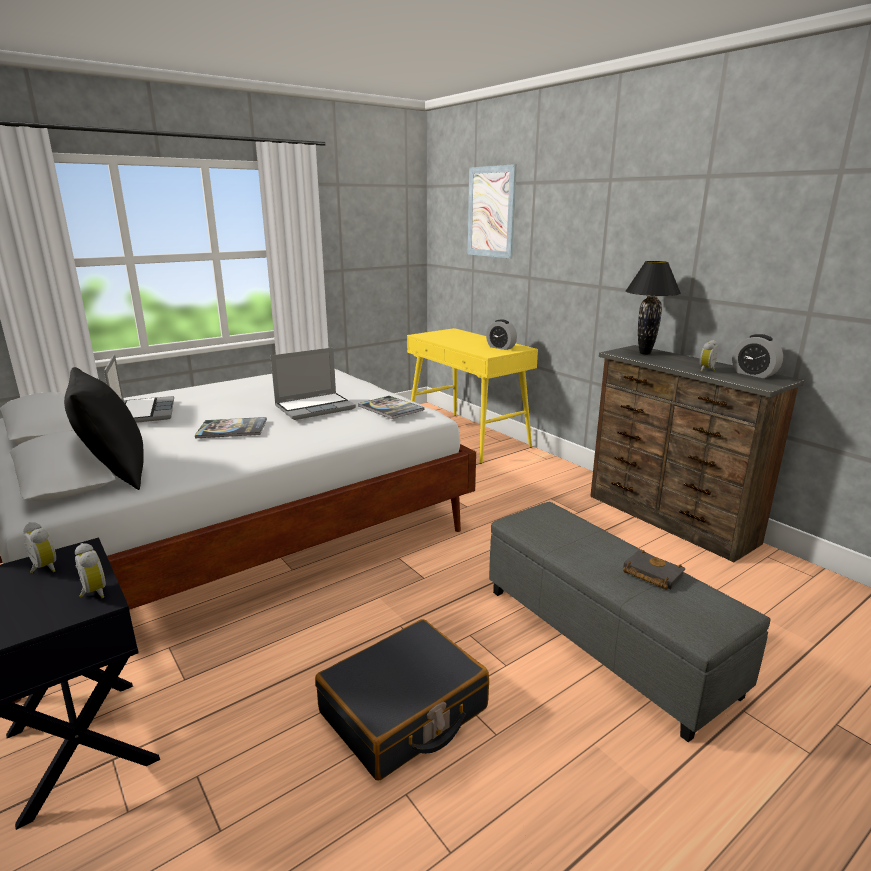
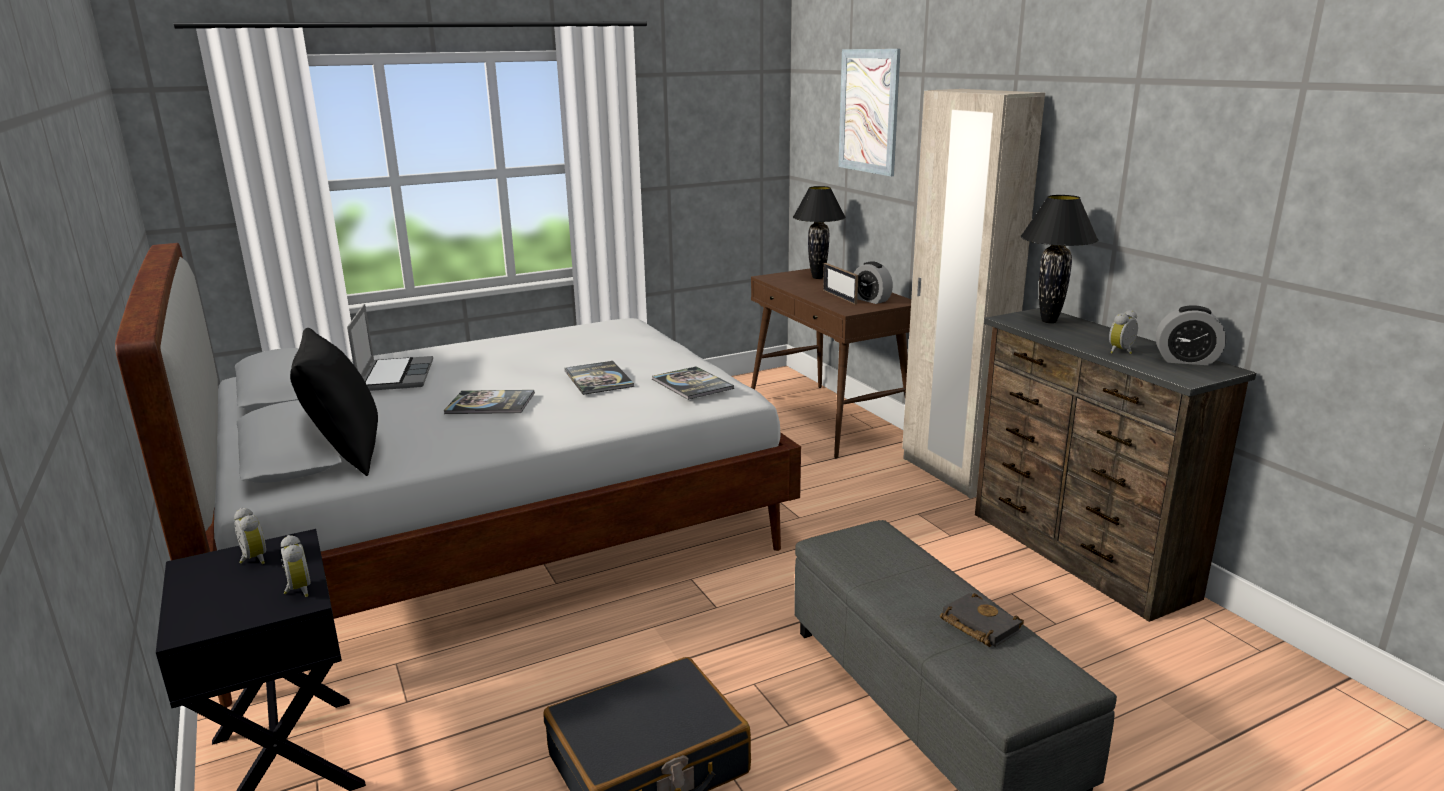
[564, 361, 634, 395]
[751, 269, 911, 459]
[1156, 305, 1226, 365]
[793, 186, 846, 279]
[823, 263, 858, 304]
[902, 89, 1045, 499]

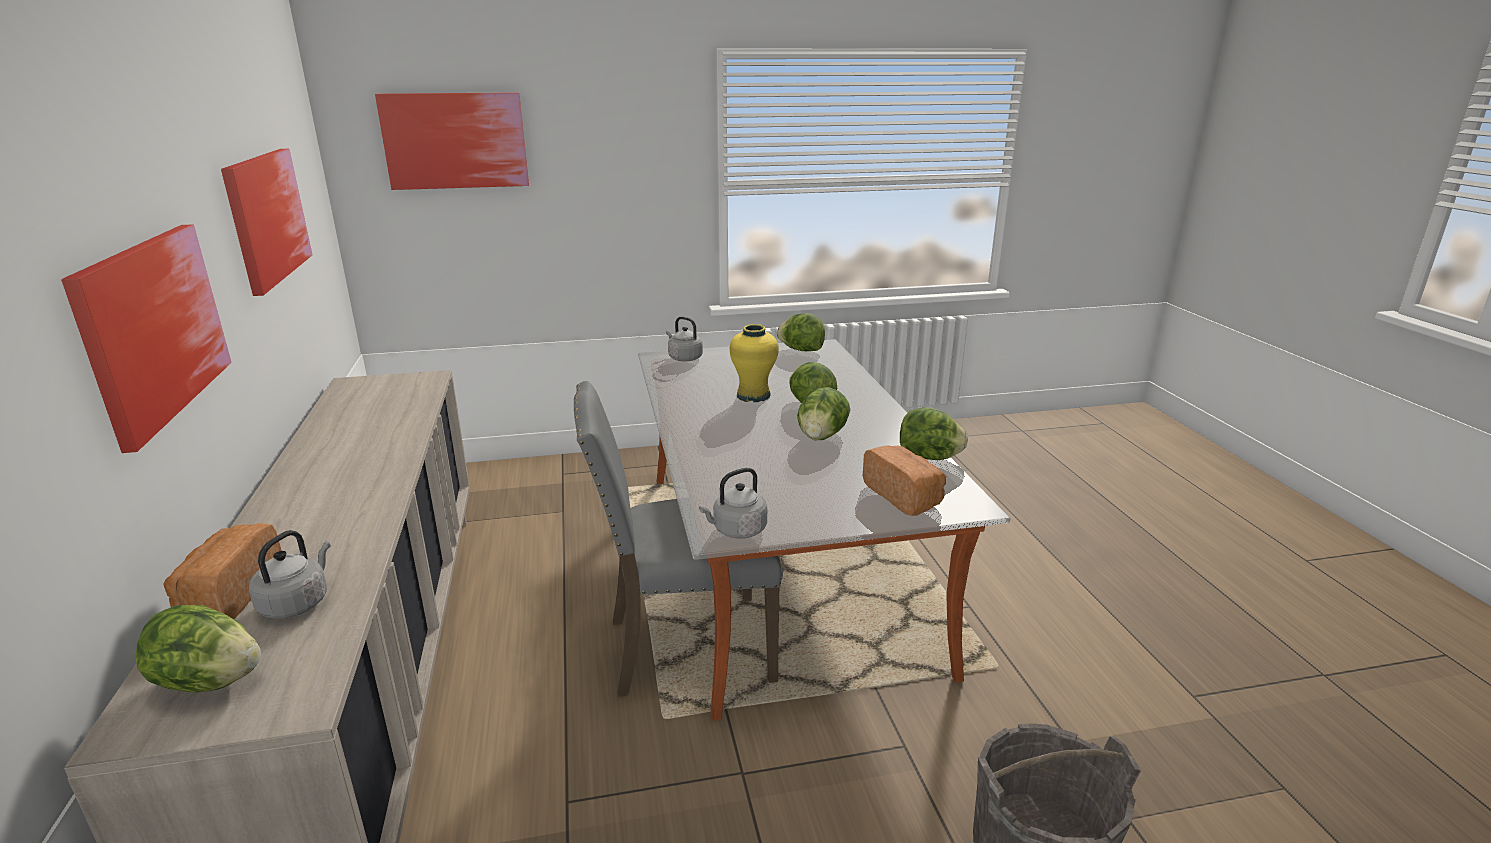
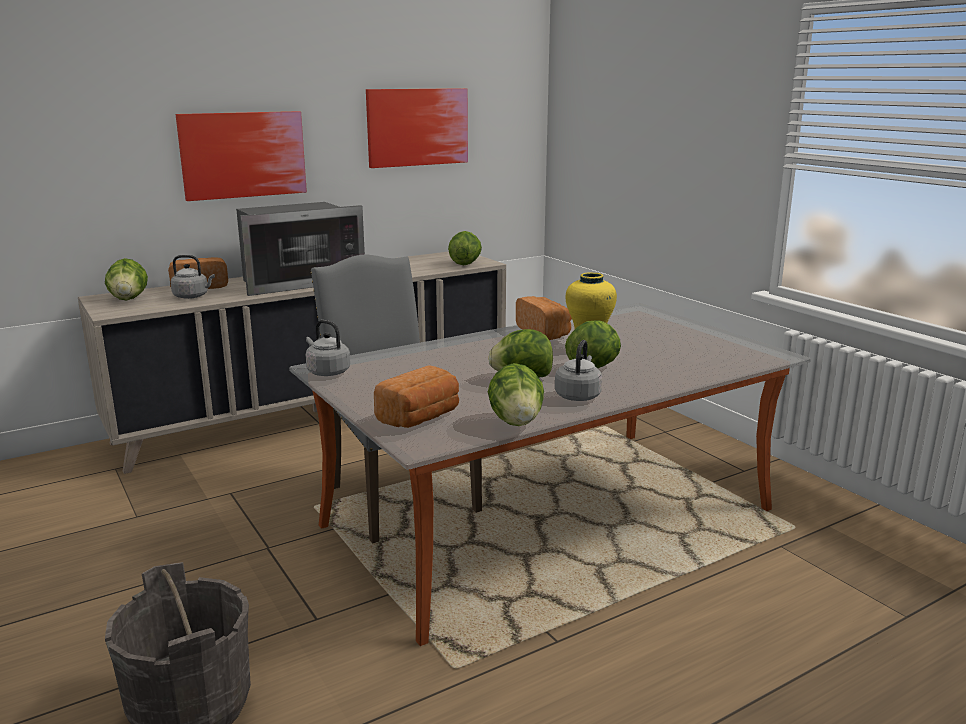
[375, 92, 529, 190] (first image)
[555, 340, 602, 401]
[448, 231, 482, 265]
[236, 202, 365, 296]
[516, 296, 572, 340]

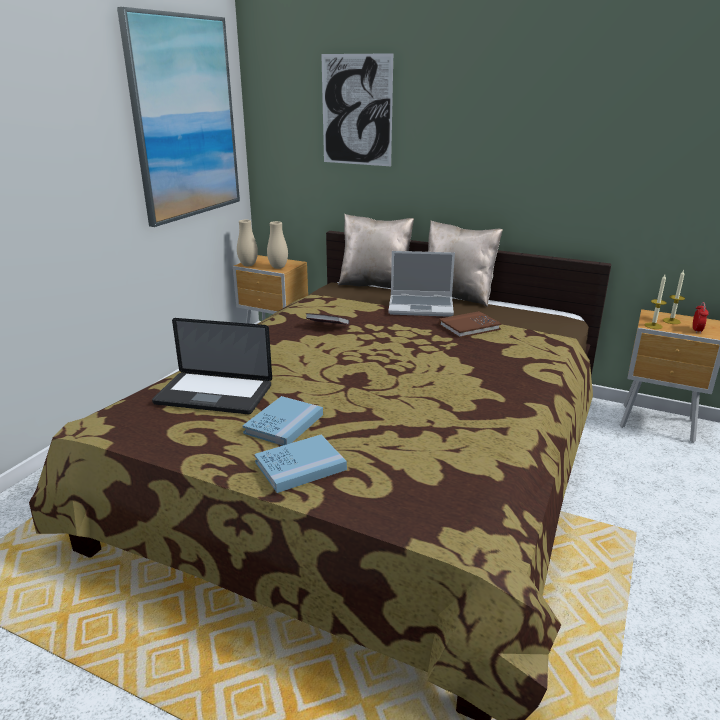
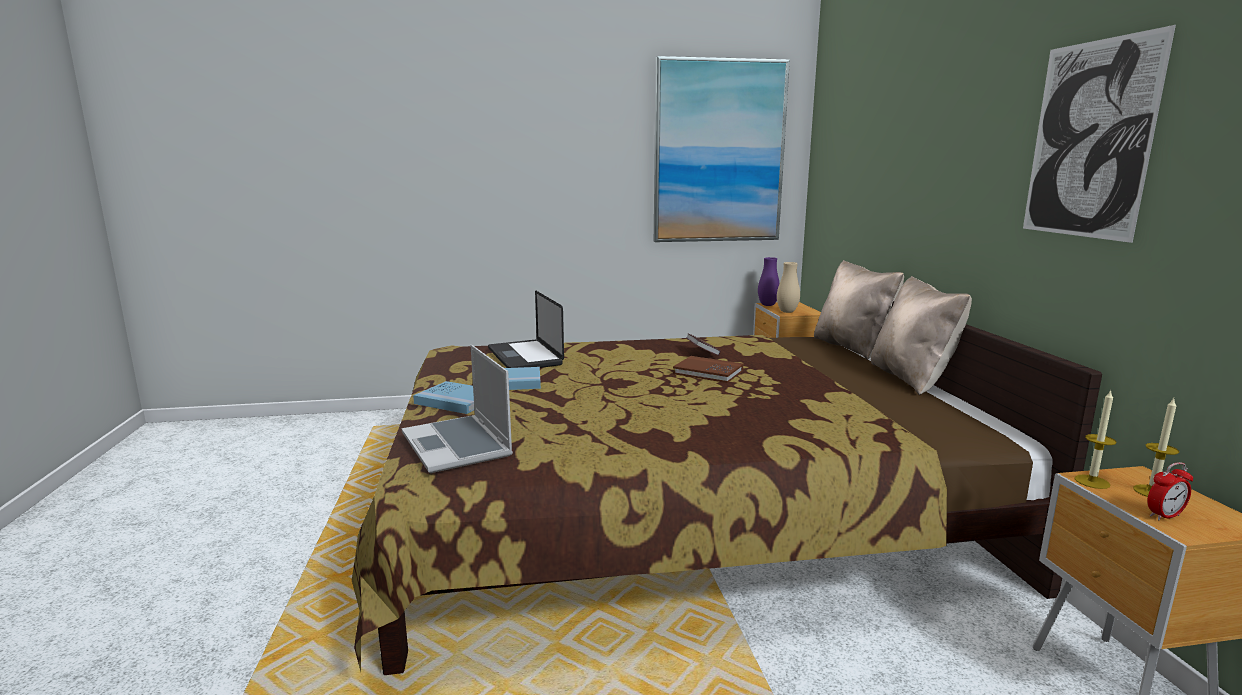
[758, 257, 780, 306]
[1023, 25, 1176, 243]
[402, 345, 513, 473]
[673, 356, 743, 383]

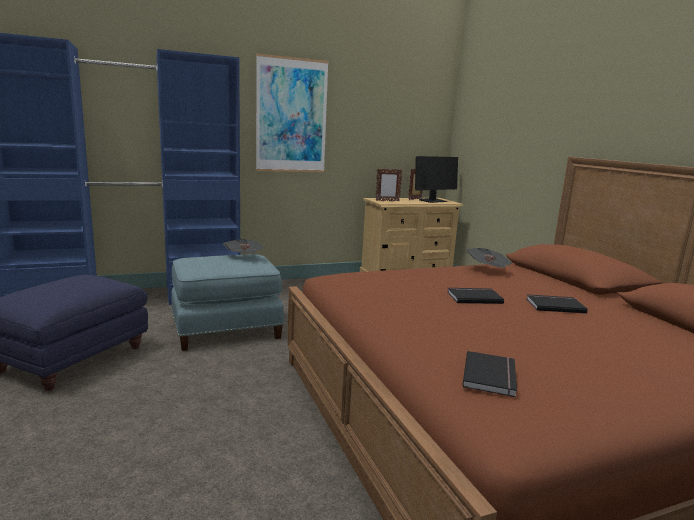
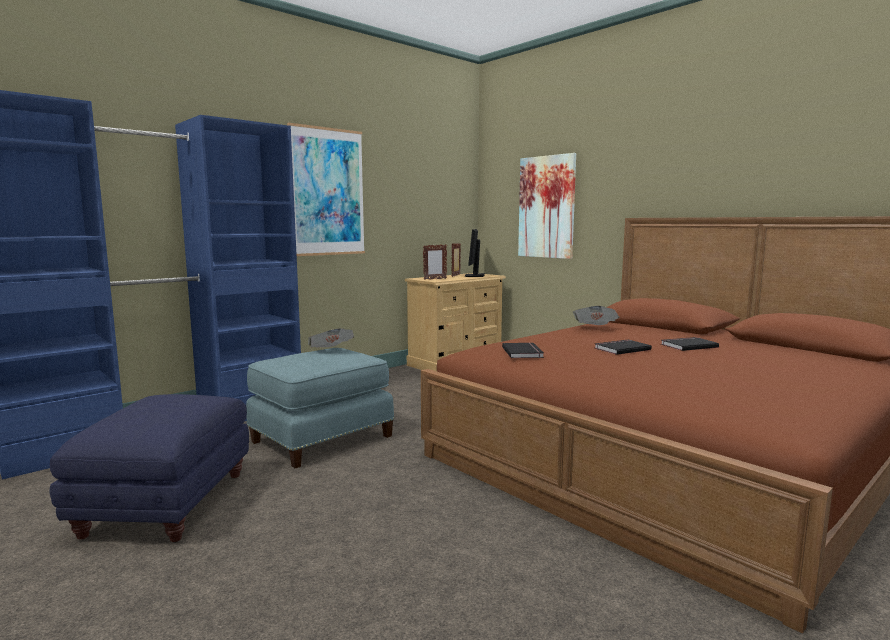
[465, 229, 485, 277]
[502, 342, 544, 358]
[518, 153, 576, 259]

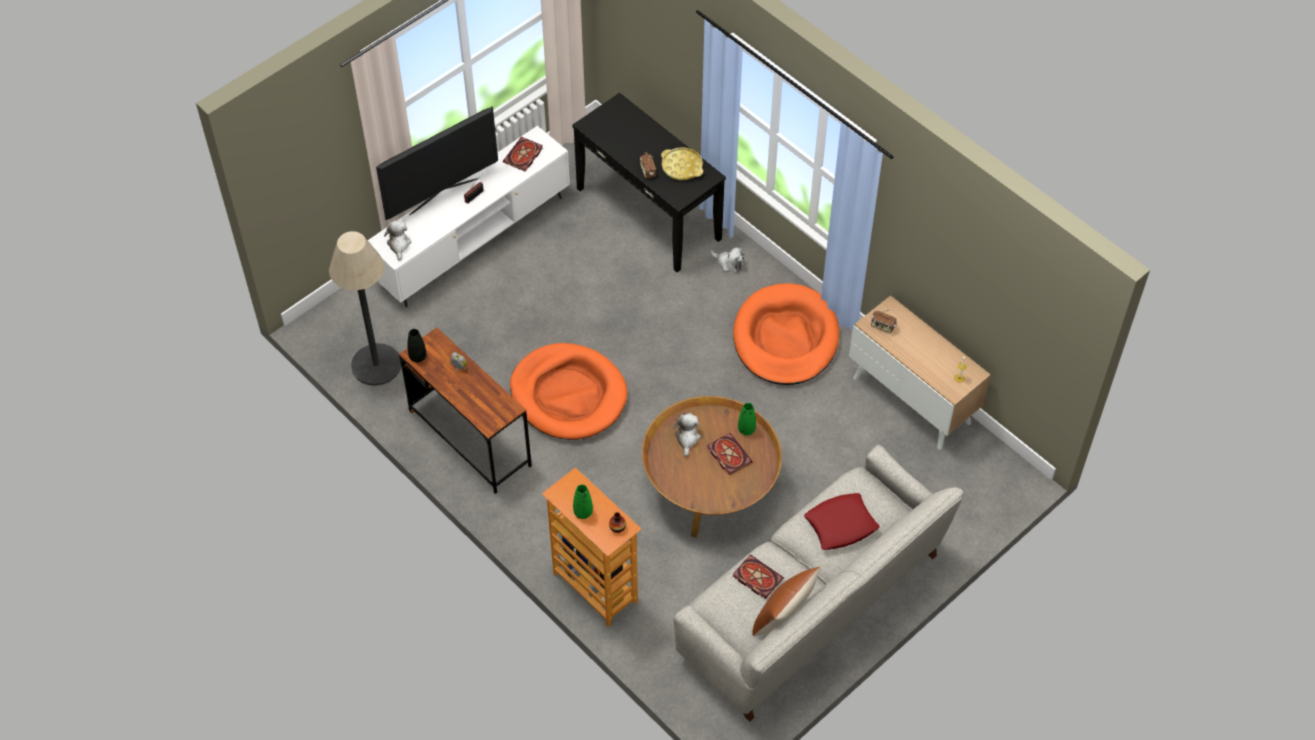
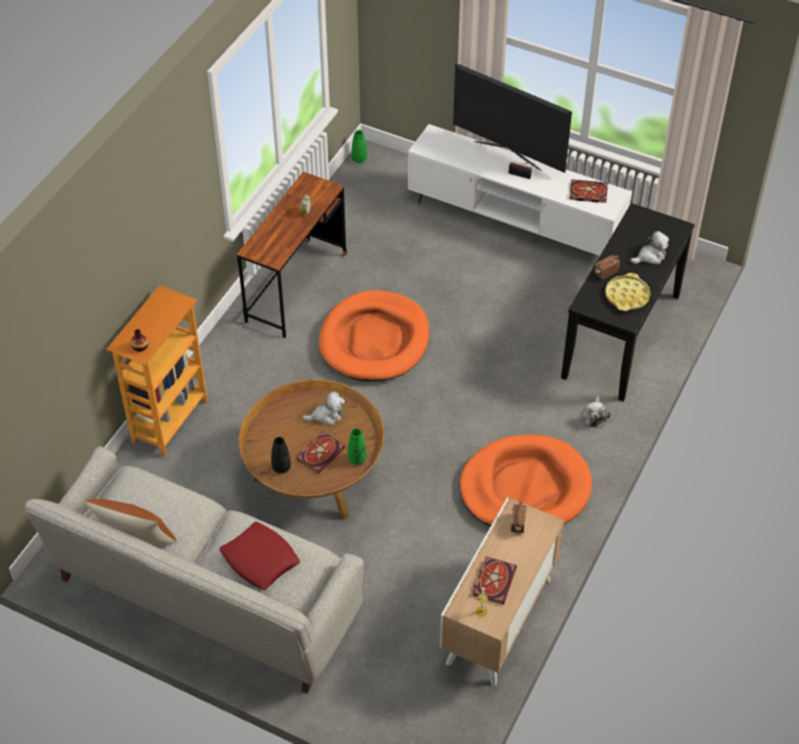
[329, 231, 401, 386] (first image)
[630, 231, 669, 264]
[271, 437, 291, 473]
[352, 130, 367, 163]
[473, 557, 517, 604]

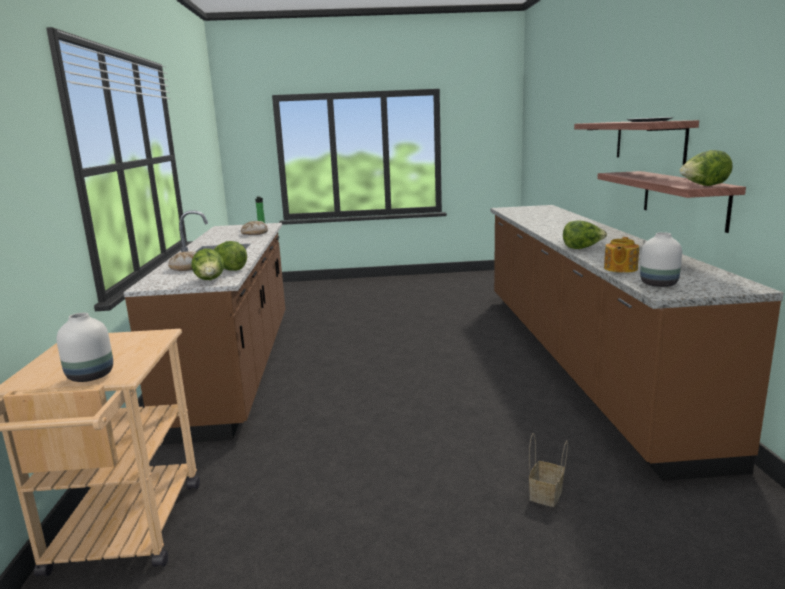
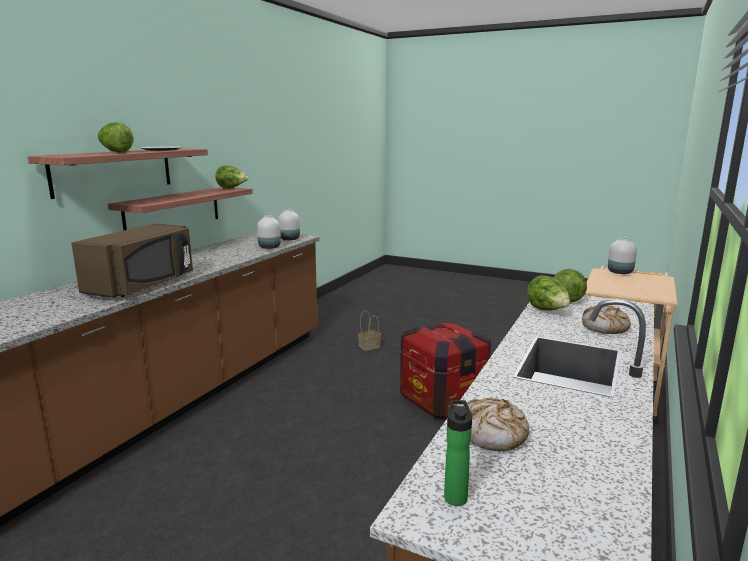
[98, 122, 134, 153]
[257, 215, 281, 249]
[71, 223, 193, 298]
[400, 321, 491, 419]

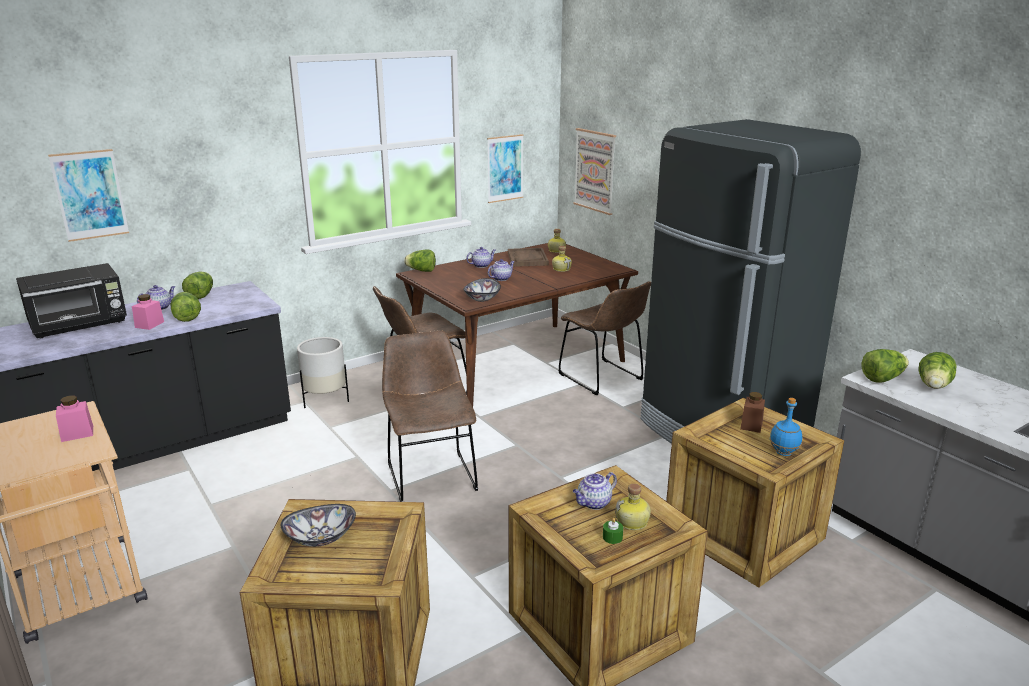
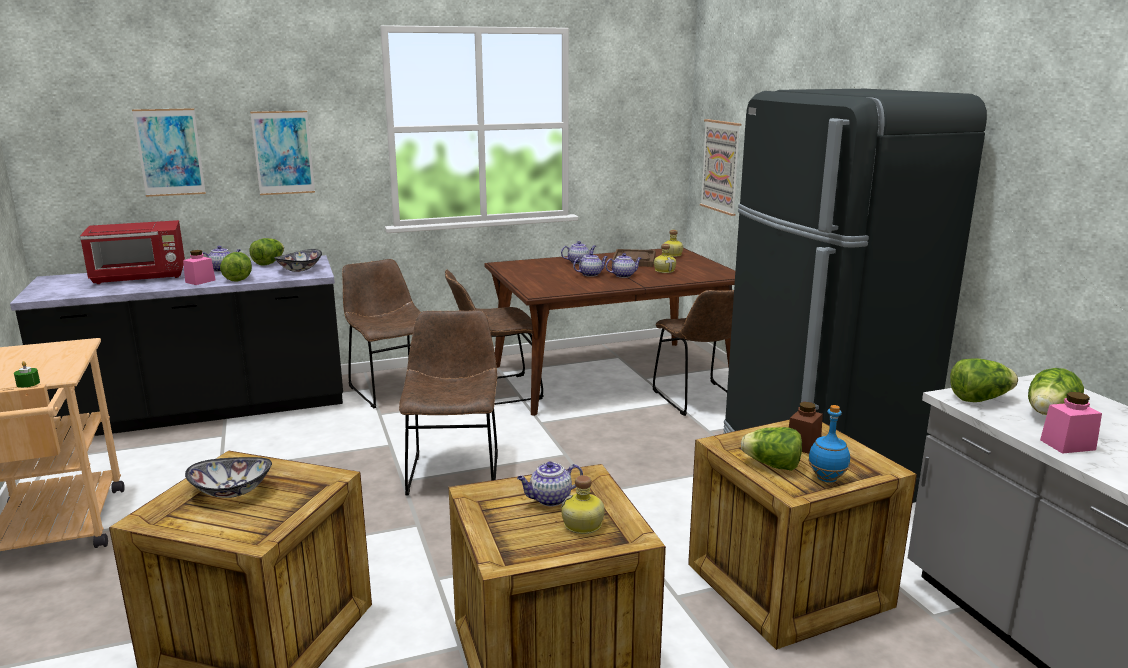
[80, 220, 185, 284]
[1040, 392, 1102, 454]
[342, 259, 421, 408]
[741, 427, 802, 471]
[274, 249, 322, 272]
[250, 111, 315, 195]
[14, 361, 40, 388]
[605, 253, 641, 278]

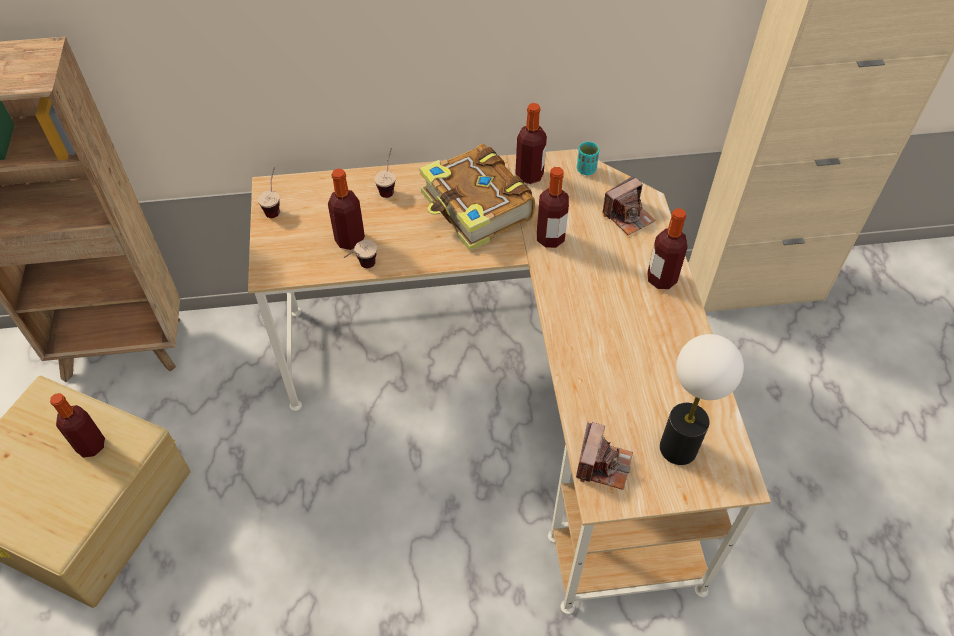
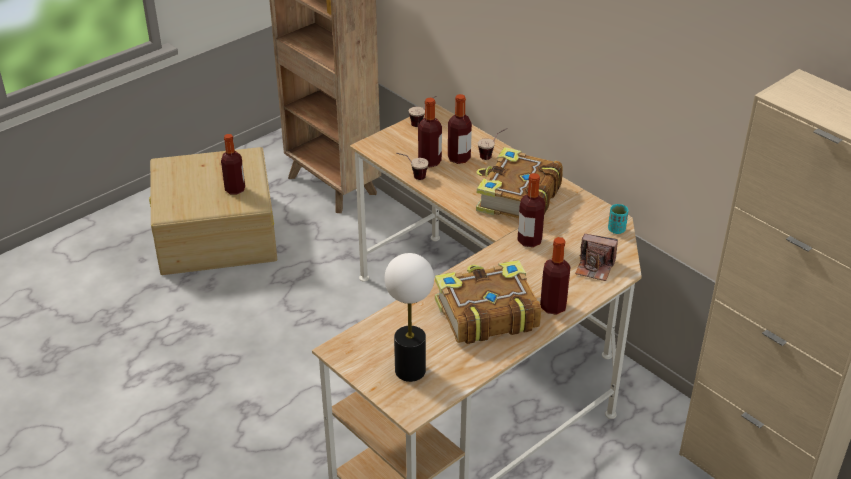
[448, 94, 472, 164]
[576, 422, 633, 490] (first image)
[435, 260, 541, 344]

